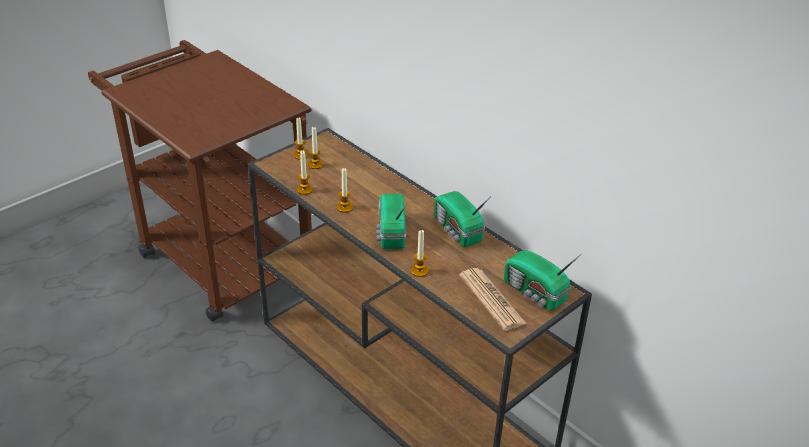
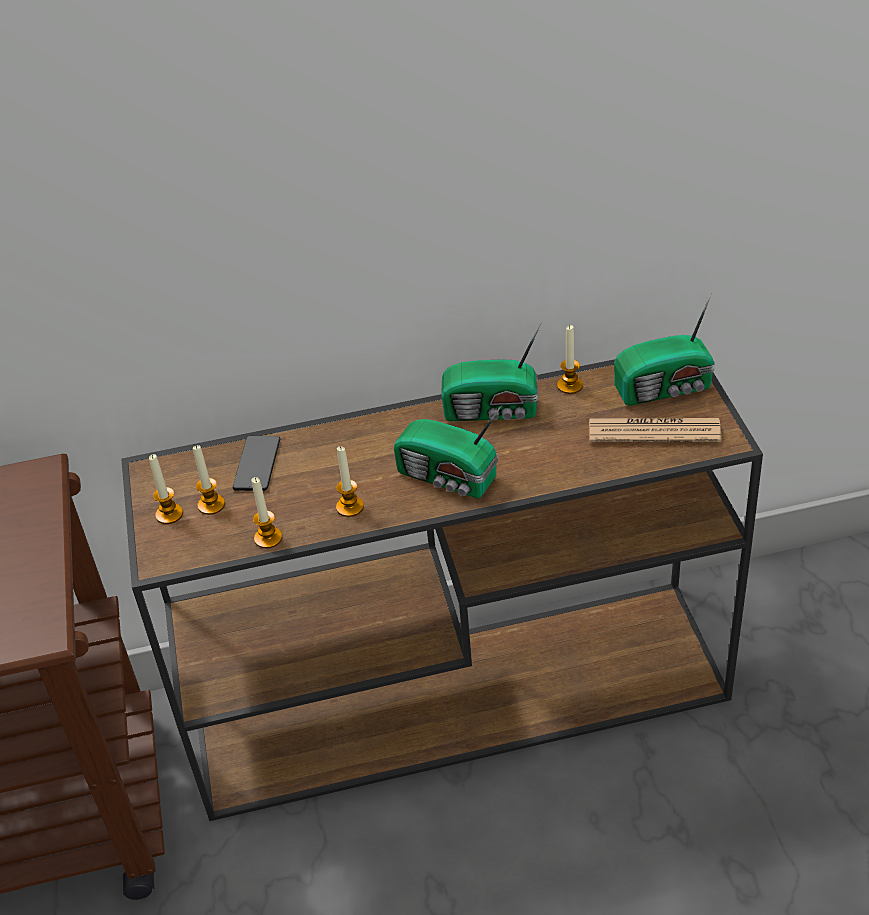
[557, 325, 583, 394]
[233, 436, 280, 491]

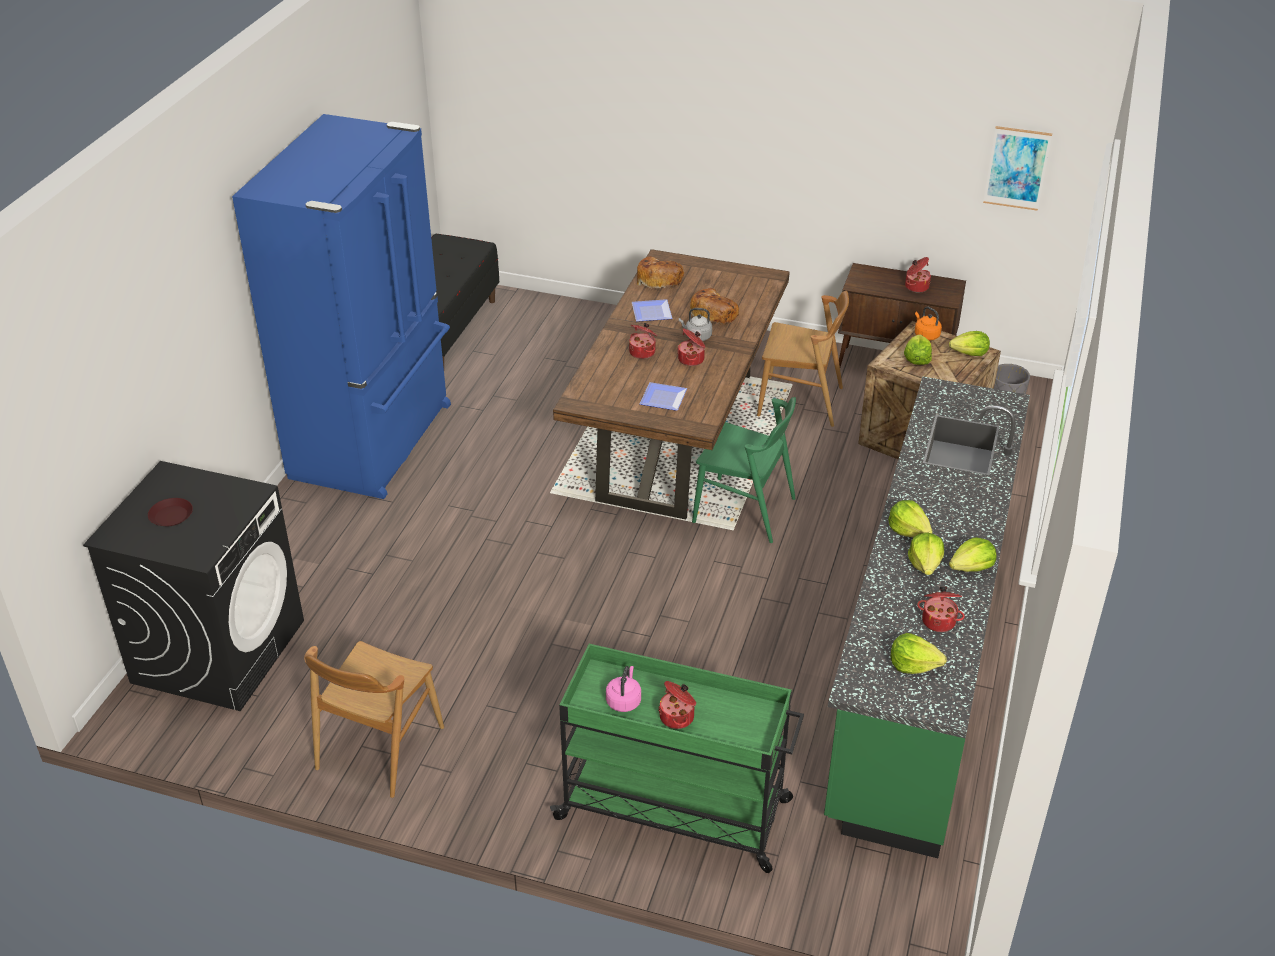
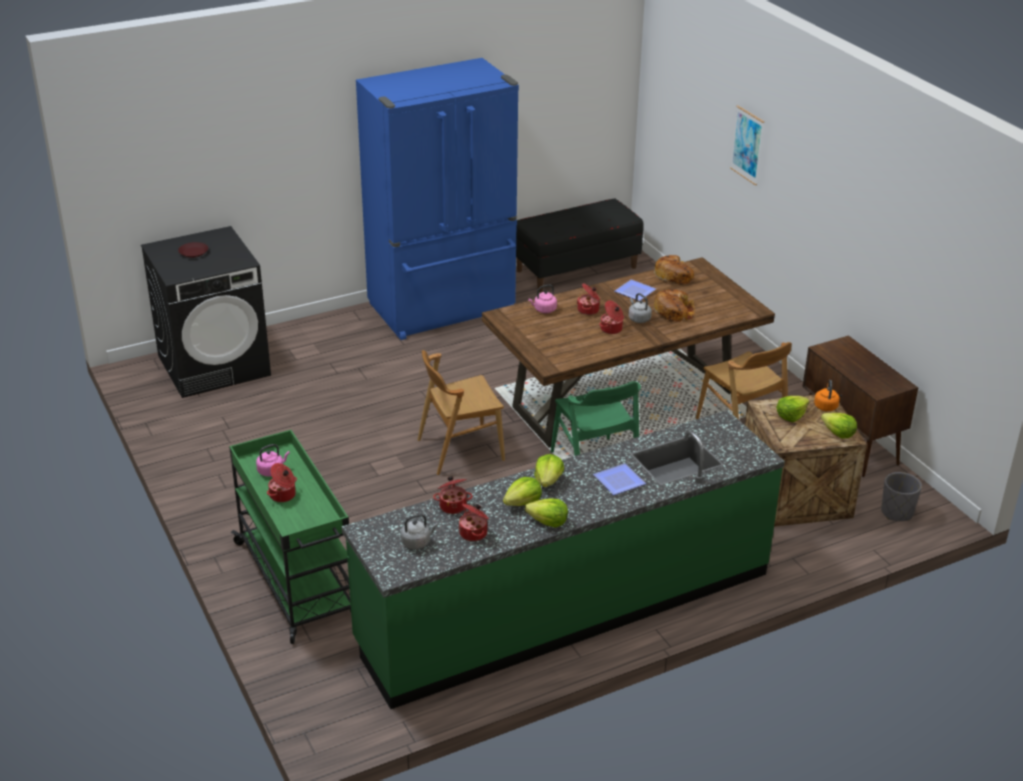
[418, 350, 505, 475]
[593, 463, 646, 495]
[400, 514, 438, 549]
[433, 476, 472, 514]
[730, 105, 764, 185]
[528, 285, 557, 313]

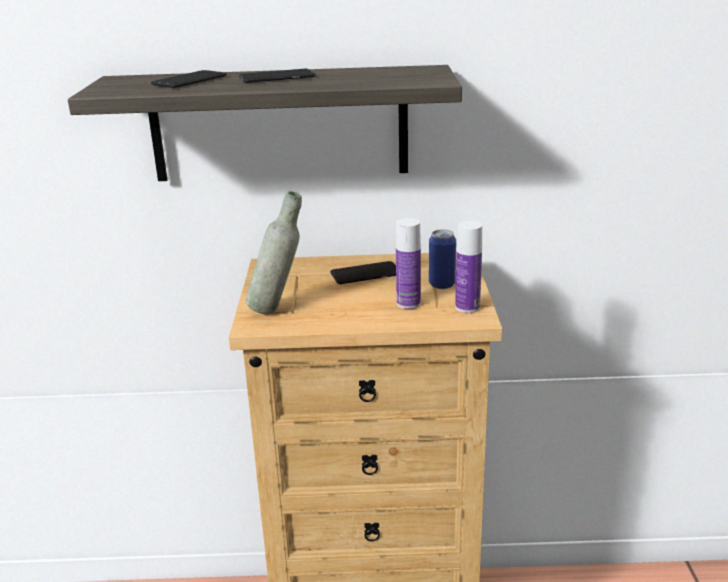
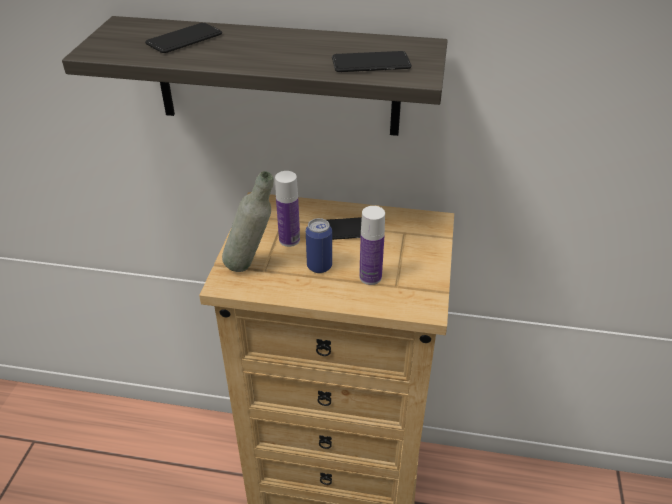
[332, 51, 412, 72]
[306, 218, 332, 273]
[275, 171, 300, 247]

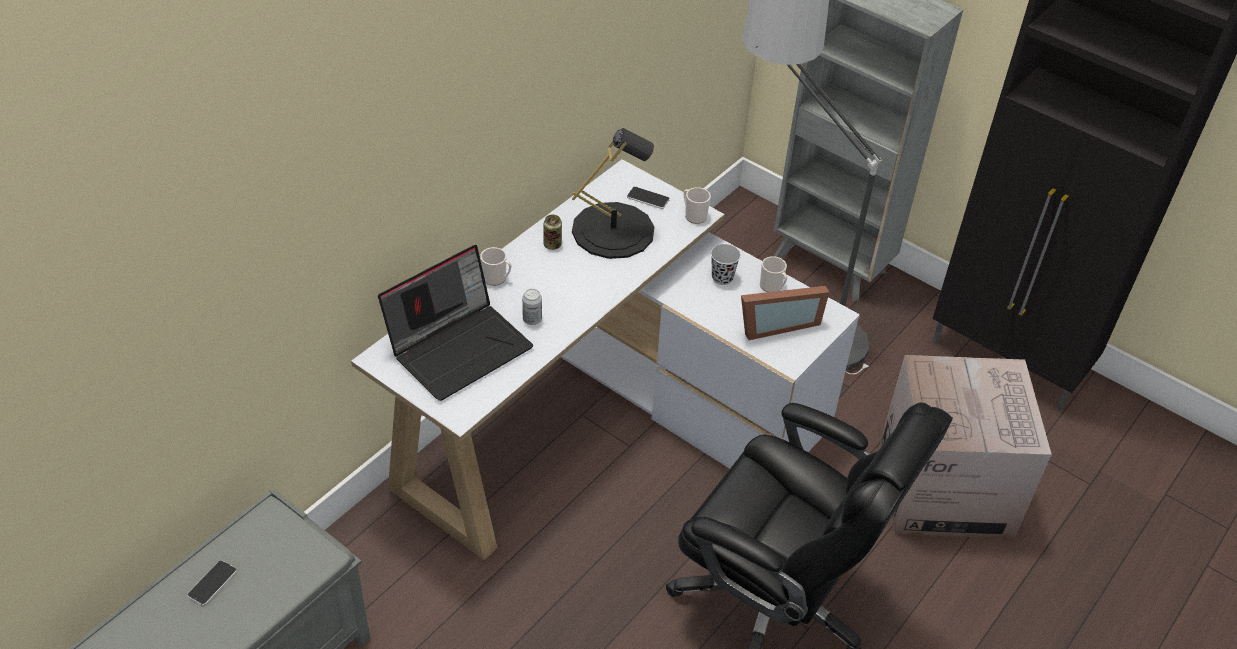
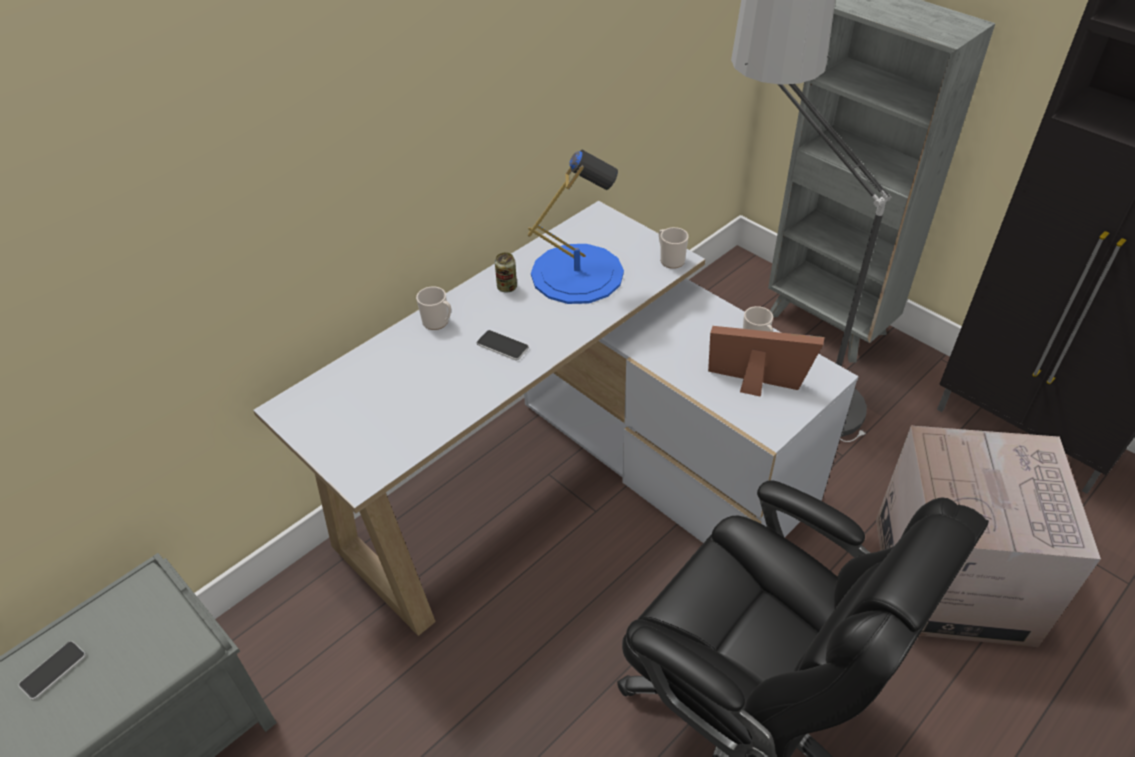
[378, 245, 533, 401] (first image)
[522, 289, 542, 325] (first image)
[528, 150, 624, 304]
[477, 330, 529, 360]
[711, 244, 741, 285] (first image)
[708, 326, 825, 397]

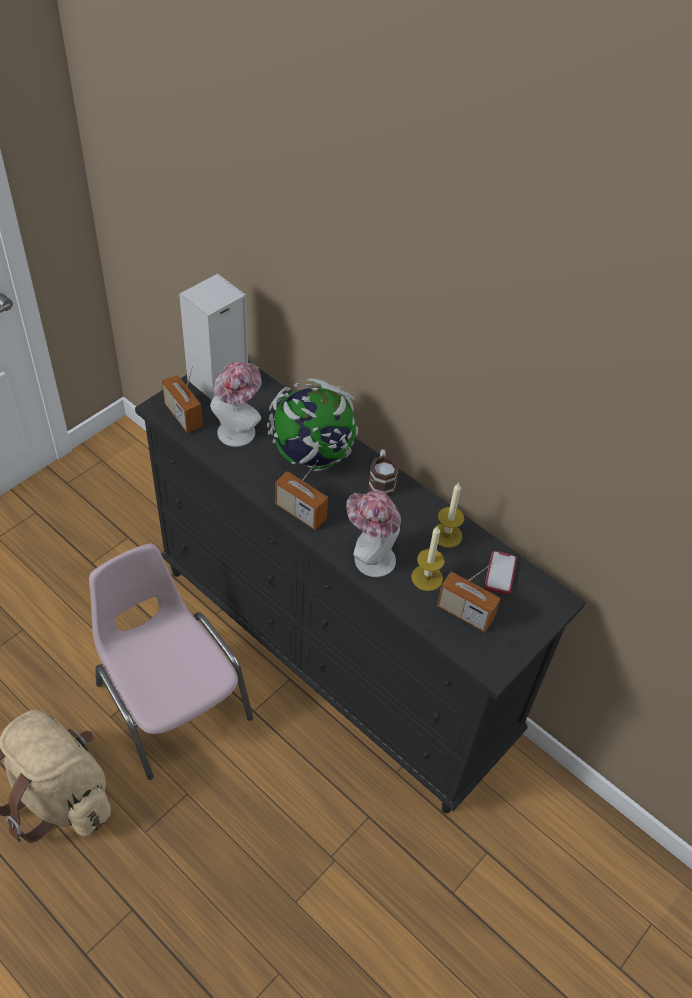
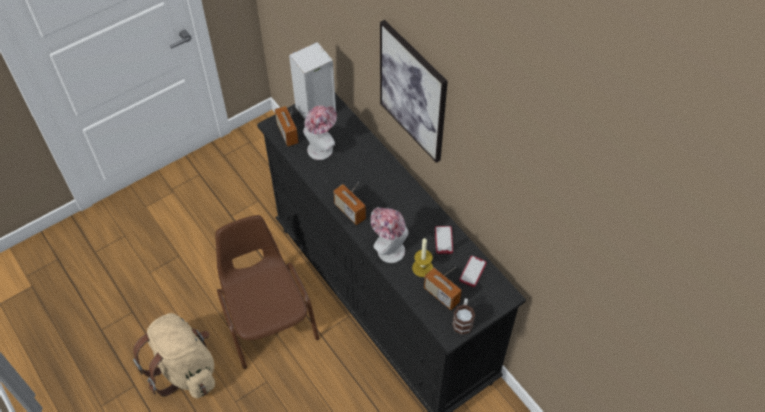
[215, 215, 319, 369]
[267, 378, 358, 471] (first image)
[452, 298, 475, 335]
[435, 226, 453, 254]
[380, 20, 448, 163]

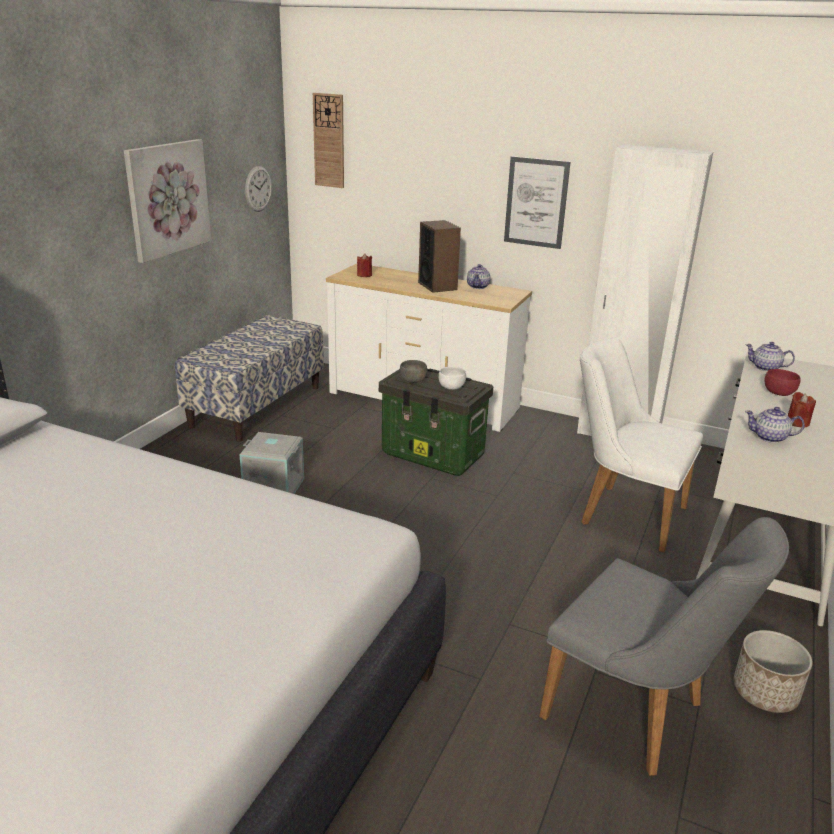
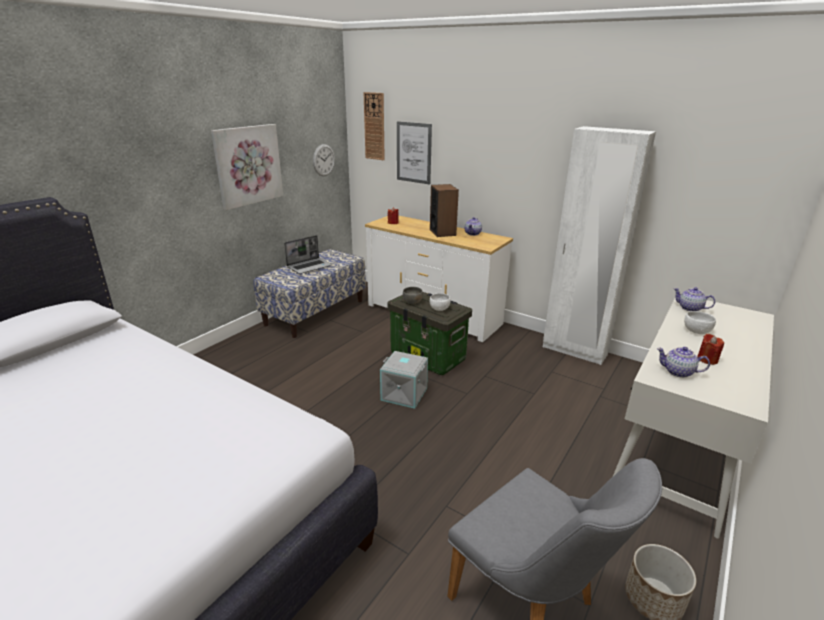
[380, 351, 428, 409]
[397, 121, 432, 185]
[580, 338, 703, 553] (first image)
[684, 311, 716, 334]
[284, 235, 332, 274]

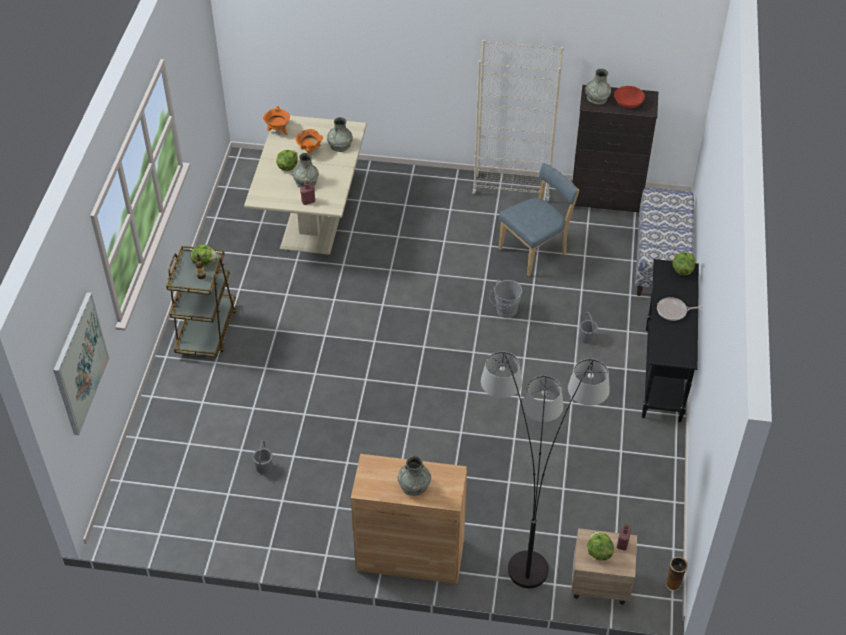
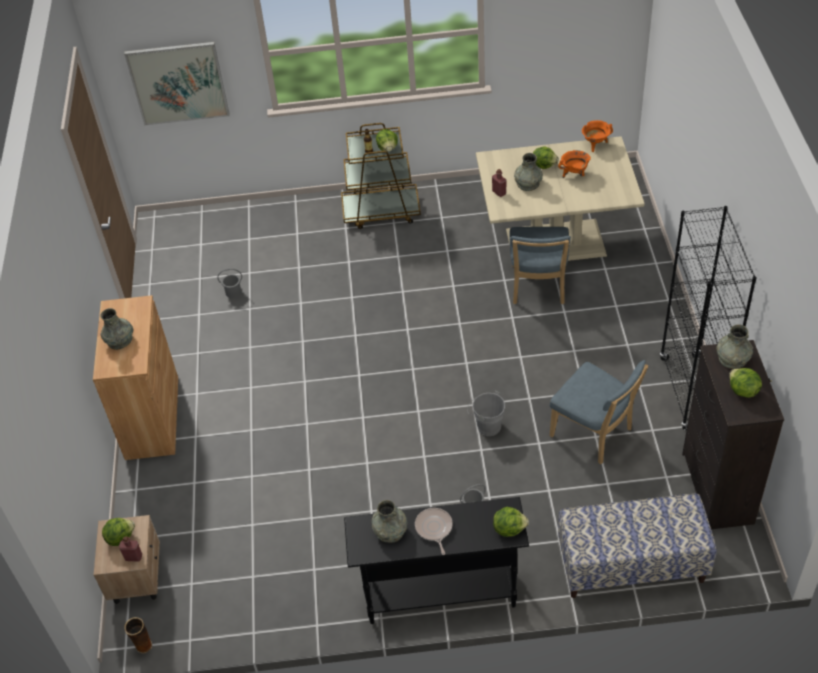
[372, 500, 407, 543]
[659, 206, 757, 430]
[481, 352, 610, 588] (first image)
[729, 368, 762, 398]
[509, 227, 571, 304]

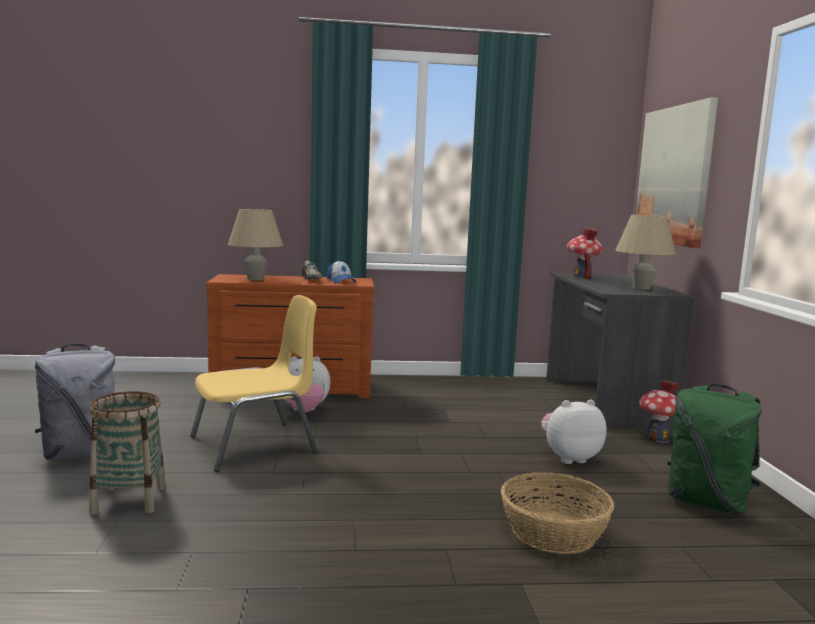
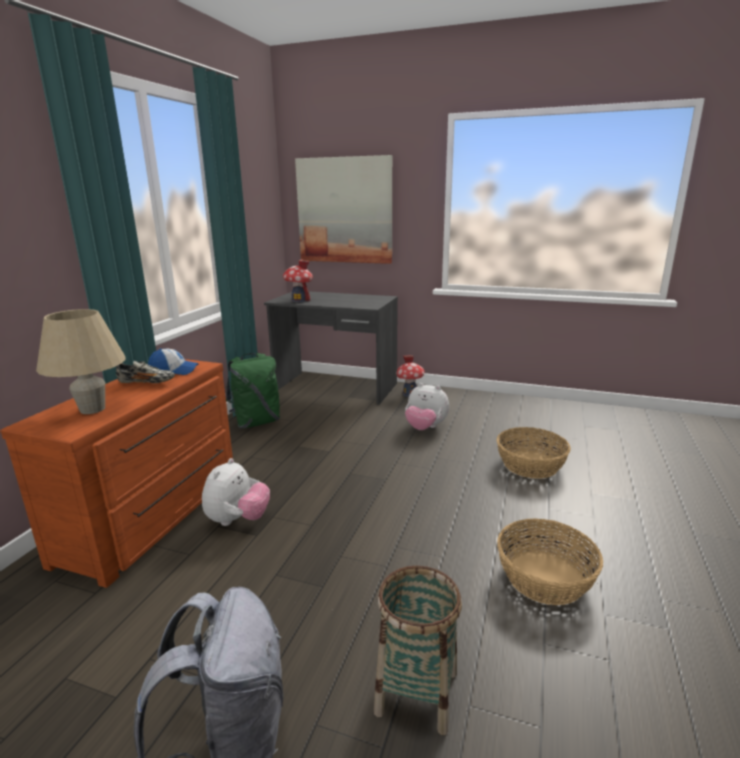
[190, 295, 318, 472] (first image)
[405, 383, 449, 430]
[615, 215, 676, 290] (first image)
[226, 353, 280, 428]
[497, 518, 603, 605]

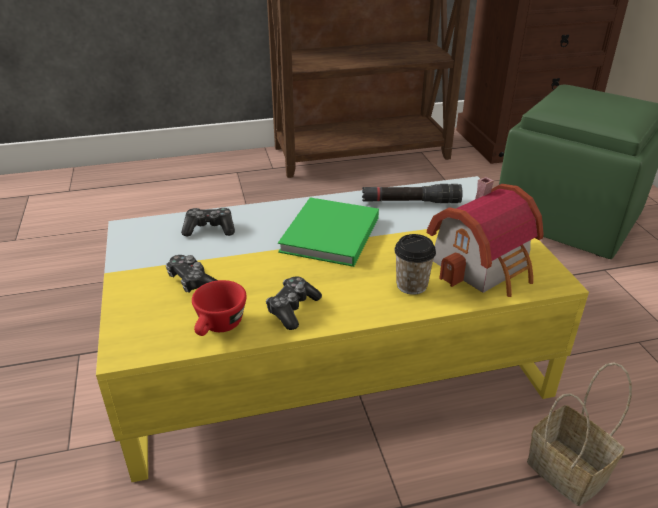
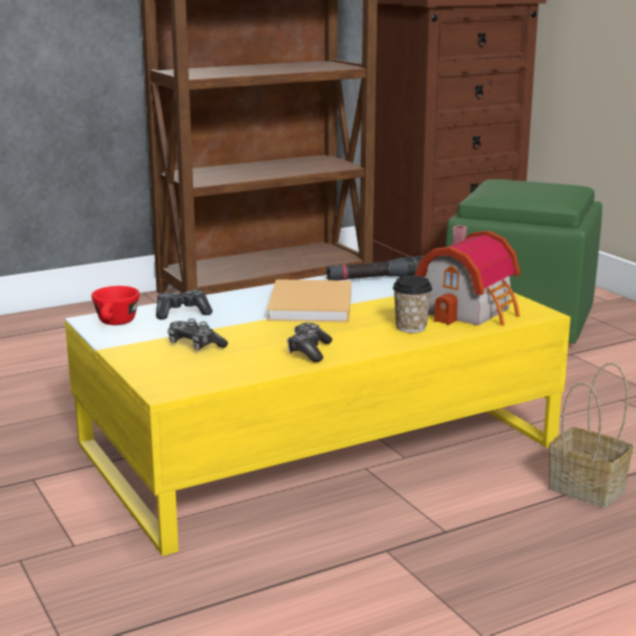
[91, 286, 140, 325]
[267, 279, 351, 322]

